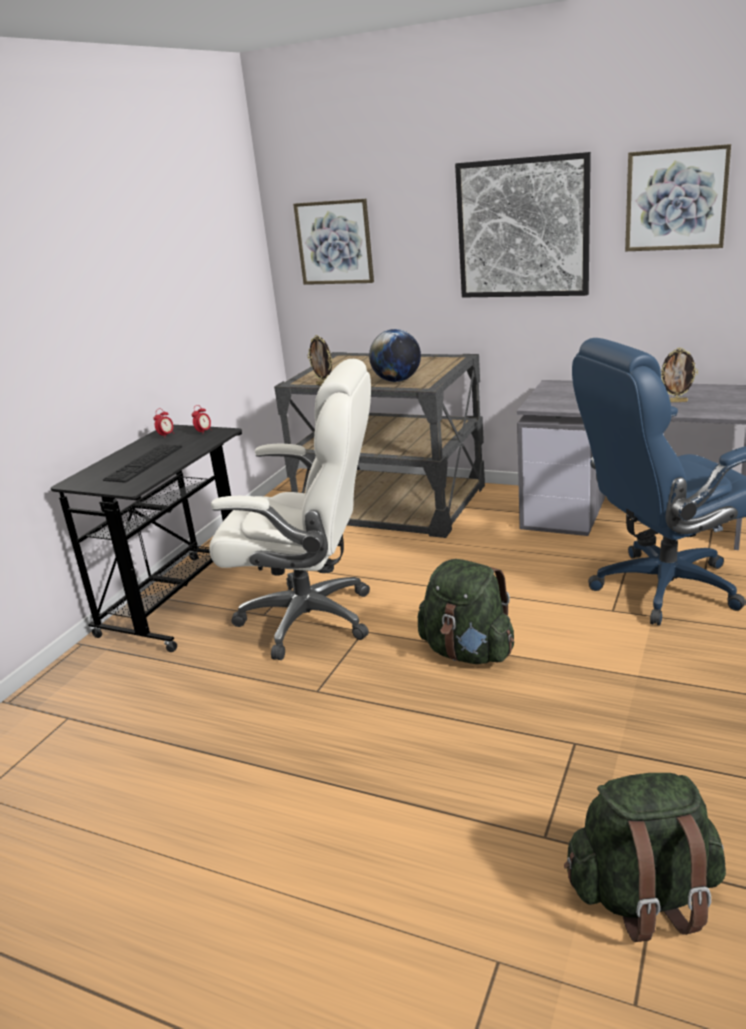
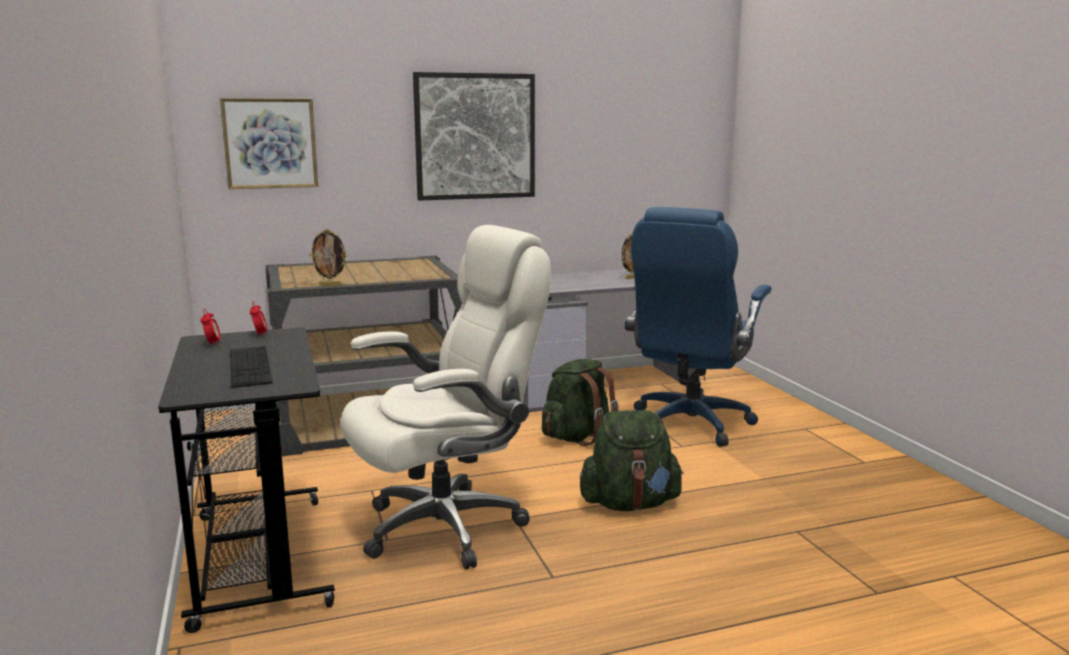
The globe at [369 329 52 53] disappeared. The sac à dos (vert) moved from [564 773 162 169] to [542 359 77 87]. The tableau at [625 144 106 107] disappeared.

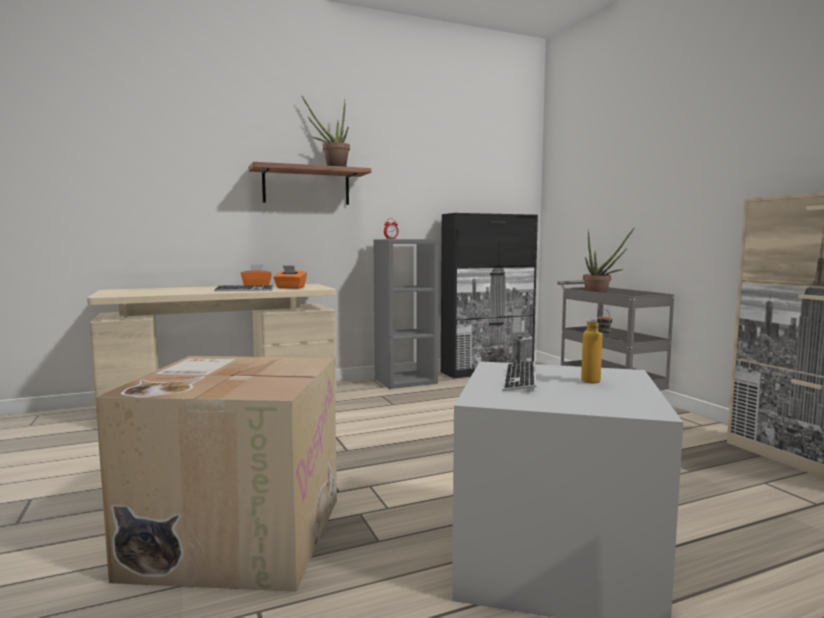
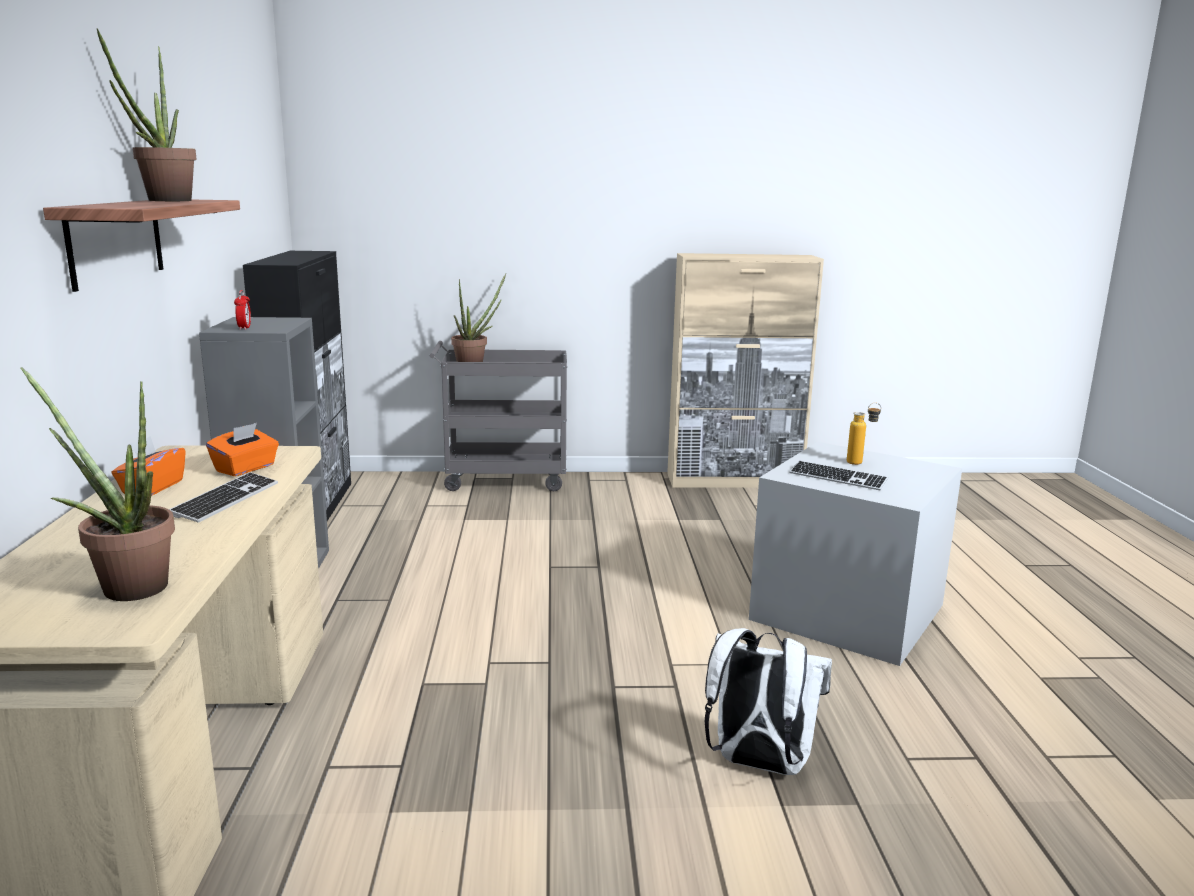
The carton at [95 356 242 236] was replaced by the sac à dos (blanc) at [704 628 128 147]. The plante en pot at [21 367 154 234] appeared.

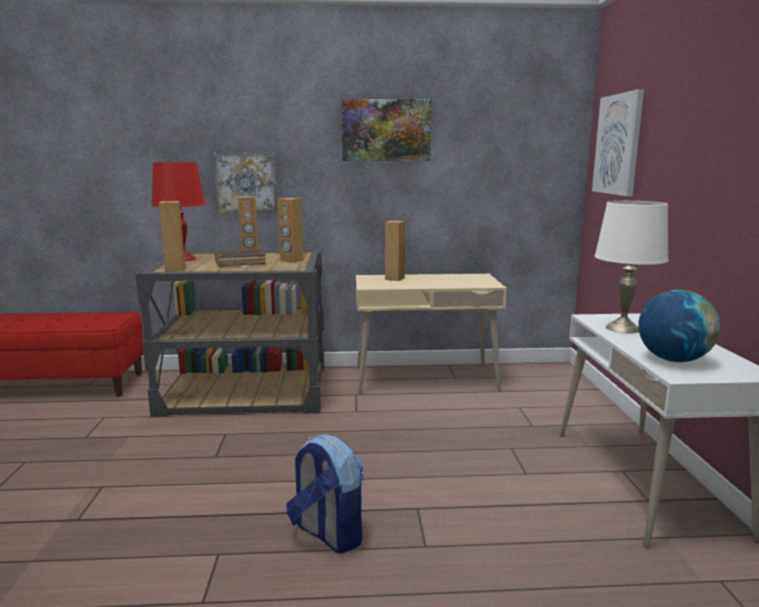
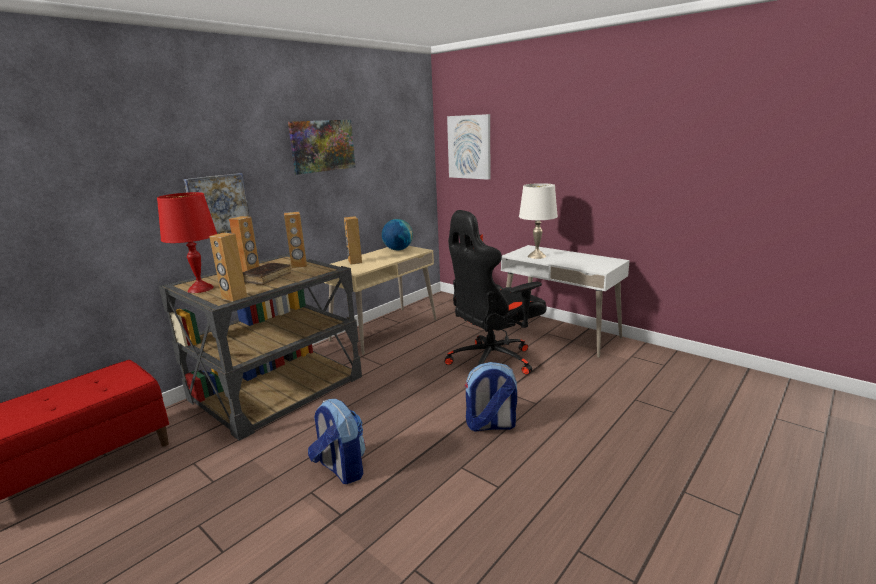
The globe moved from [638 290 82 72] to [382 219 31 31]. The sac à dos at [308 399 57 85] appeared. The chaise de bureau (noir) at [445 210 102 164] appeared.

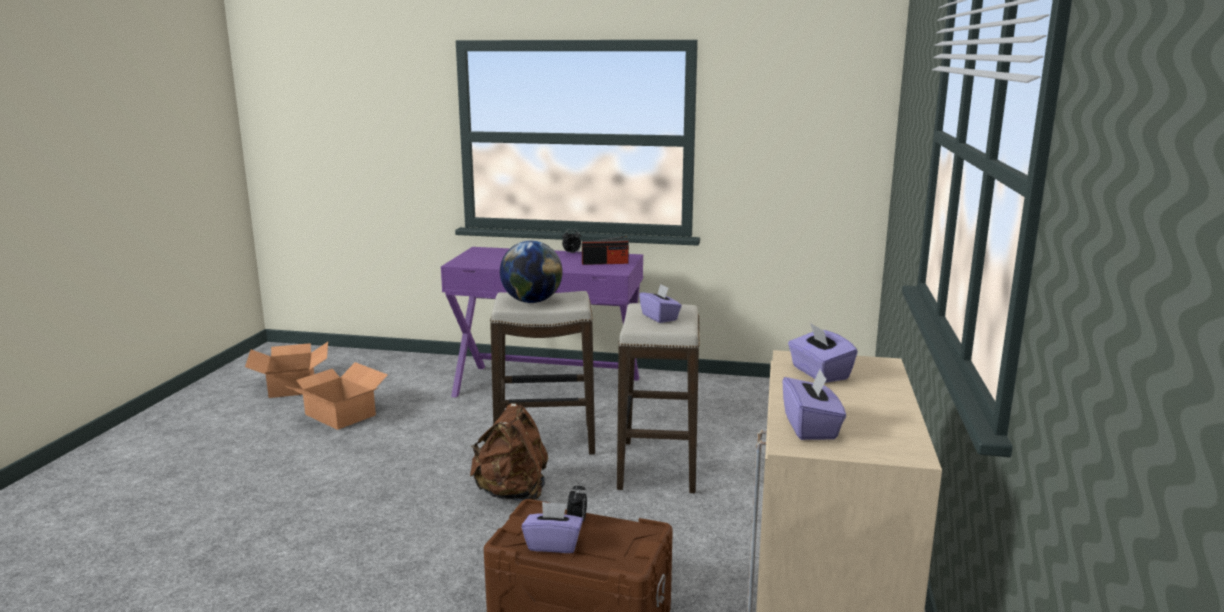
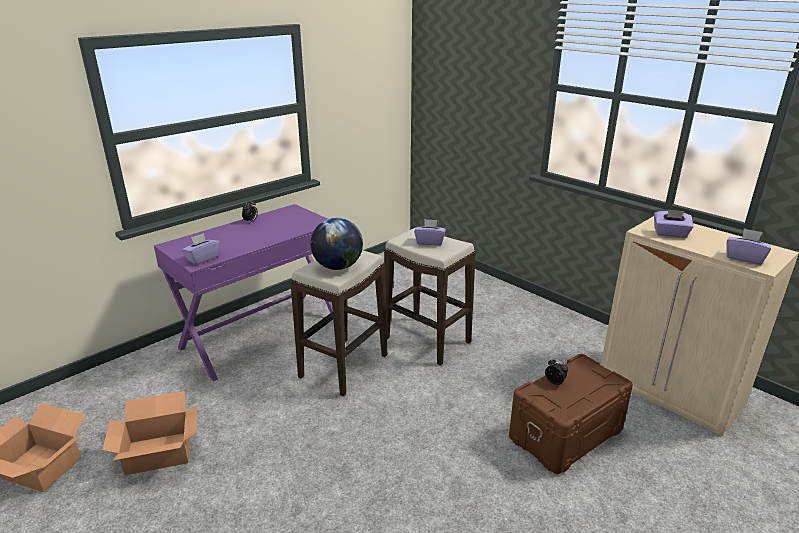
The sac à dos (marron) at [470 403 78 99] disappeared. The boîte à mouchoirs (violet) moved from [522 502 61 51] to [182 233 38 32]. The radio at [582 236 47 29] disappeared.

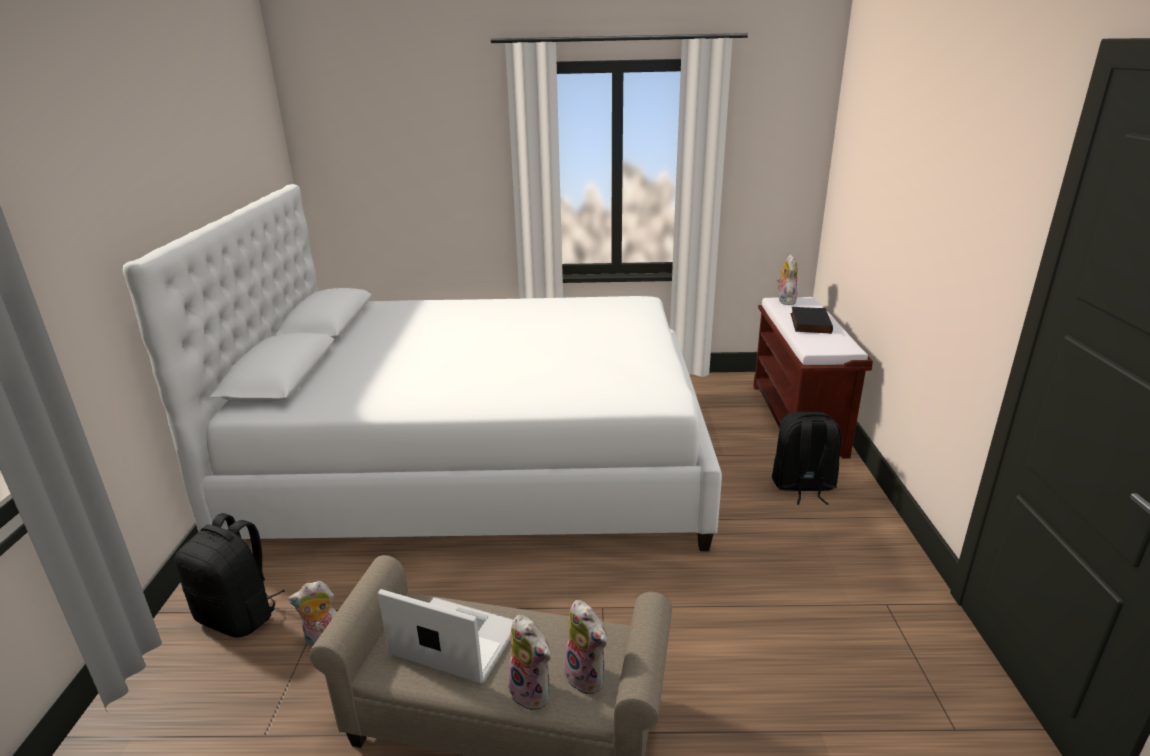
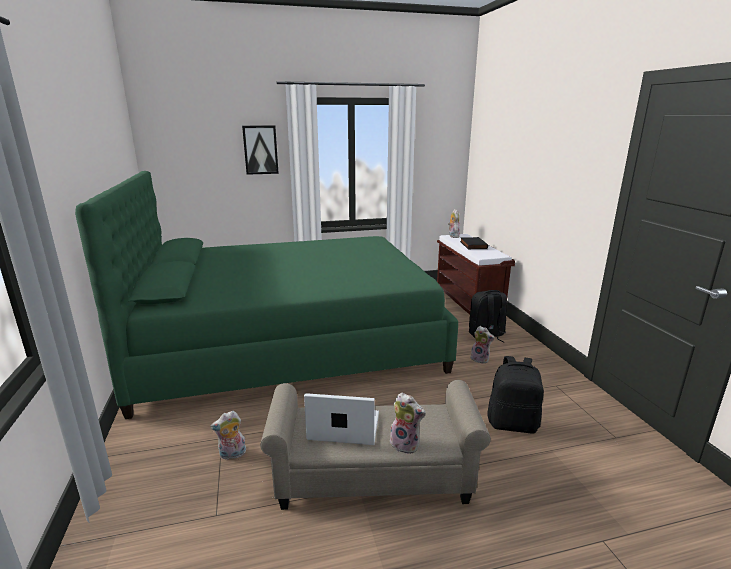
The lit (blanc) at [123 184 599 367] became the lit (vert) at [75 171 383 248]. The sac à dos (noir) moved from [174 513 110 125] to [487 356 57 78]. The peluche moved from [564 600 43 95] to [470 326 25 38]. The tableau at [242 126 37 49] appeared.

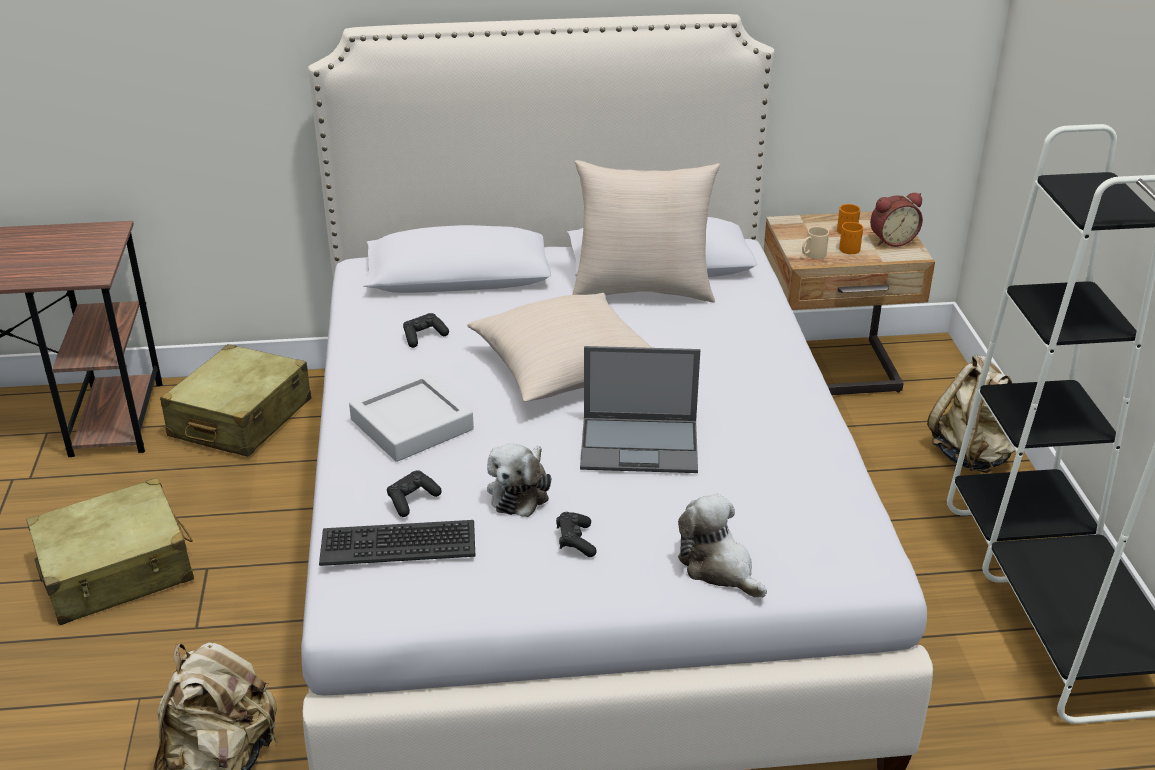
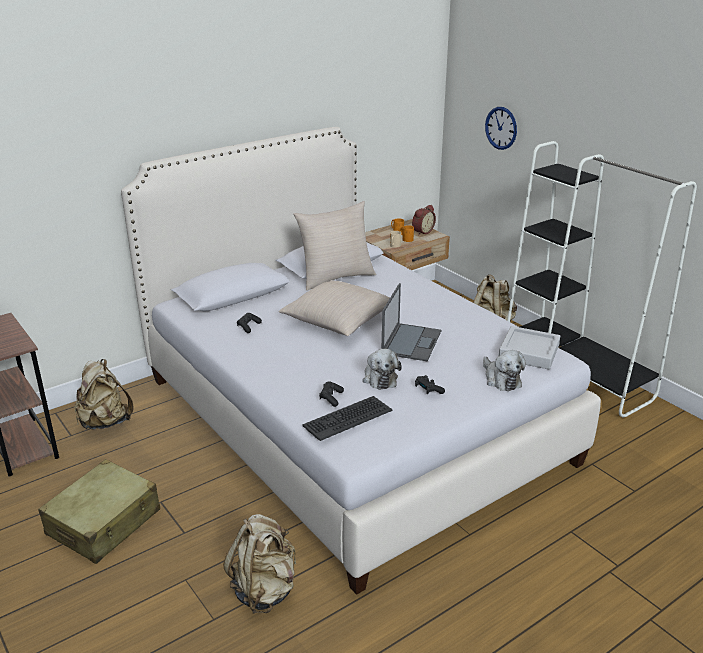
The valise (beige) at [160 344 151 113] was replaced by the sac à dos (beige) at [75 359 58 70]. The plateau (gris) moved from [349 373 125 89] to [498 326 62 43]. The ordinateur portable at [580 346 120 127] turned 45 degrees counterclockwise. The peluche at [678 494 89 104] turned 135 degrees counterclockwise. The horloge murale at [485 107 32 43] appeared.

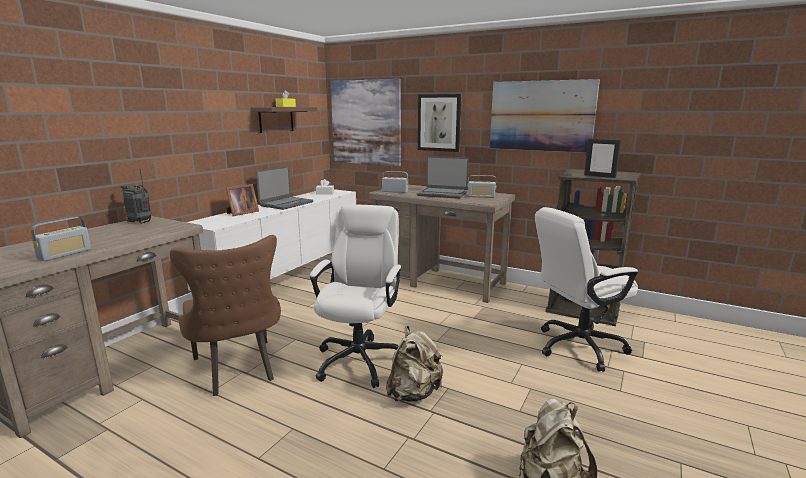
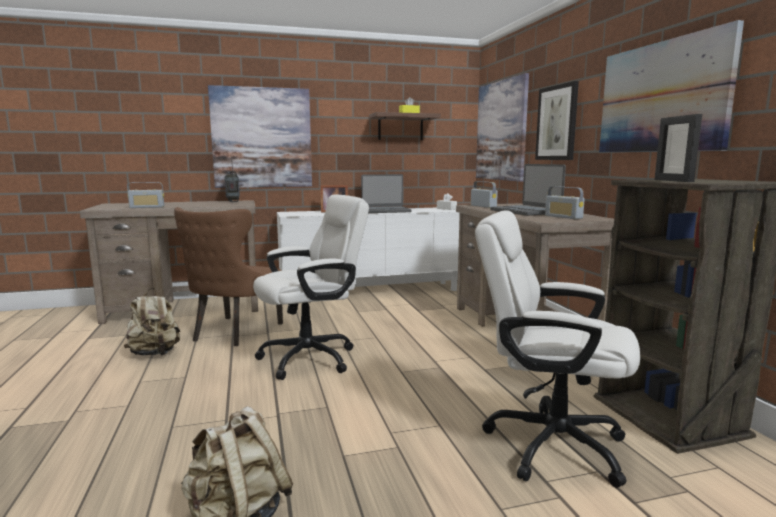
The sac à dos (beige) moved from [386 326 57 76] to [124 288 56 68]. The tableau at [208 85 104 103] appeared.

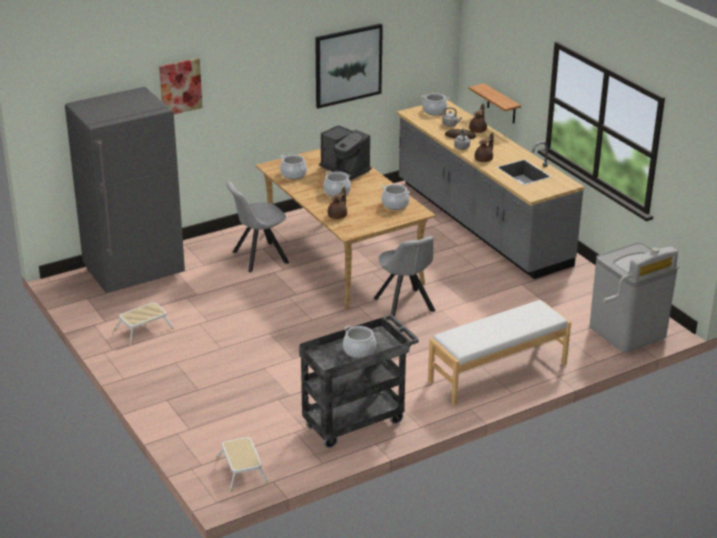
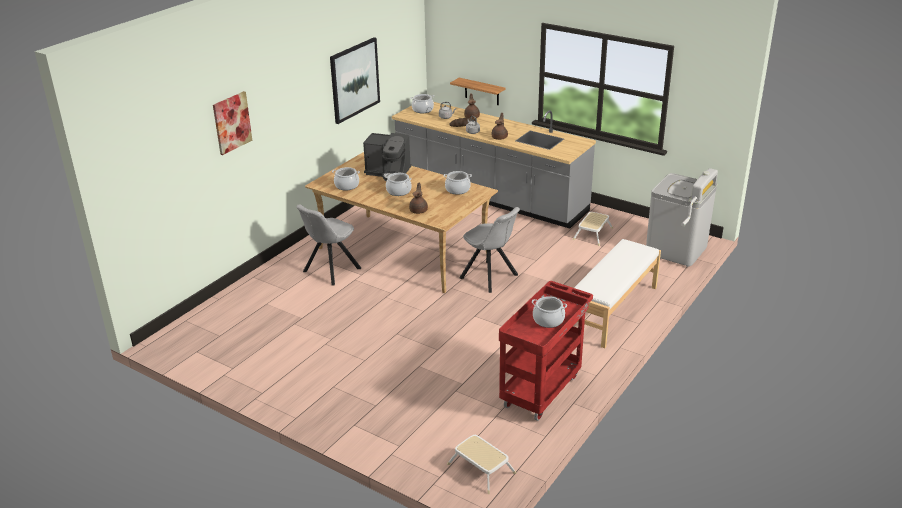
The réfrigérateur (gris) at [65 87 120 206] disappeared. The escabeau (beige) moved from [114 303 60 42] to [572 212 41 34]. The chariot (noir) at [299 315 120 133] became the chariot (rouge) at [499 281 94 140].

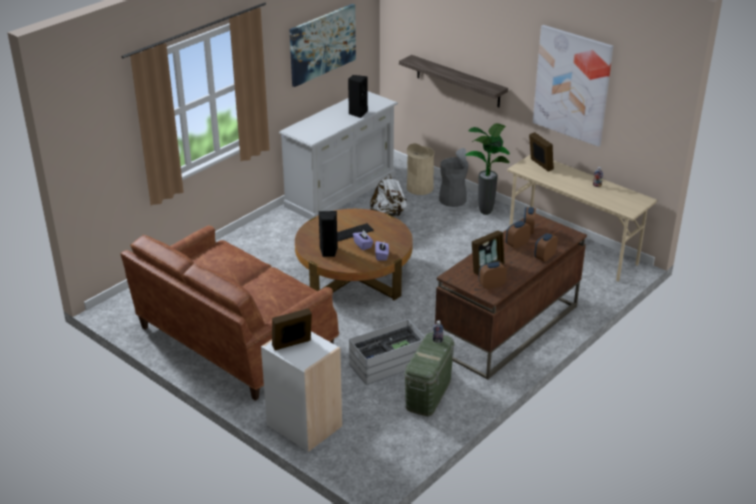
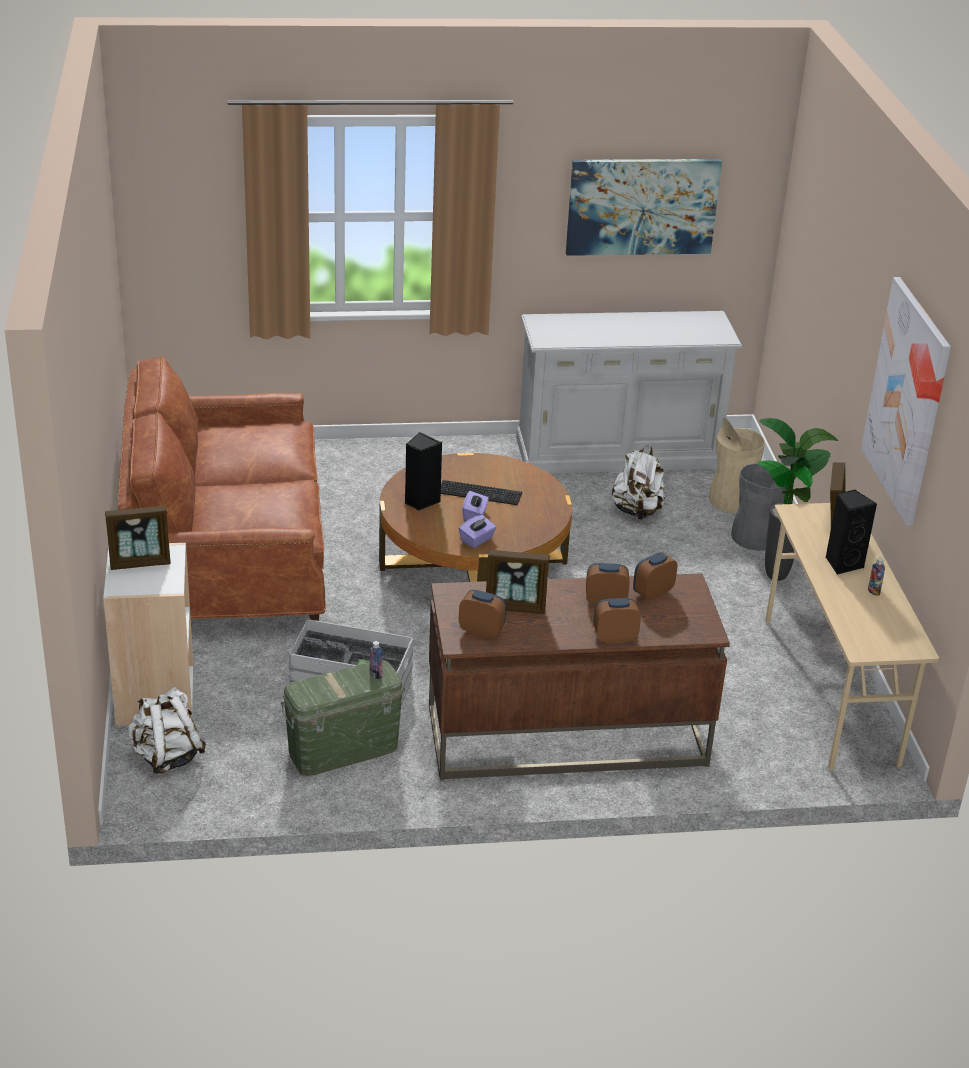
The cadre photo at [272 308 40 42] turned 150 degrees clockwise. The enceinte (noir) moved from [348 75 20 43] to [826 490 51 85]. The étagère at [399 55 109 52] disappeared. The sac à dos (blanc) at [128 687 78 87] appeared.

